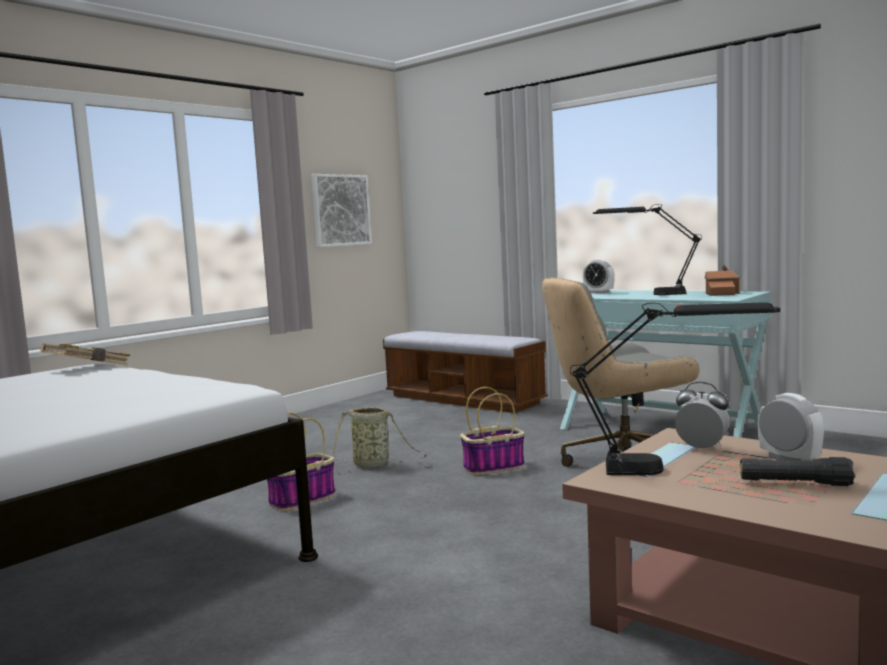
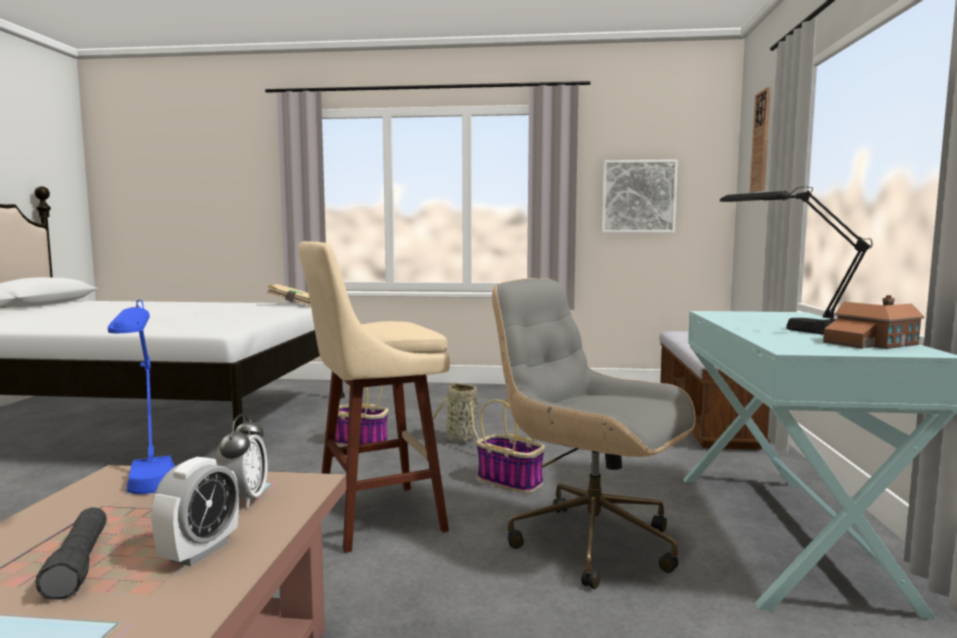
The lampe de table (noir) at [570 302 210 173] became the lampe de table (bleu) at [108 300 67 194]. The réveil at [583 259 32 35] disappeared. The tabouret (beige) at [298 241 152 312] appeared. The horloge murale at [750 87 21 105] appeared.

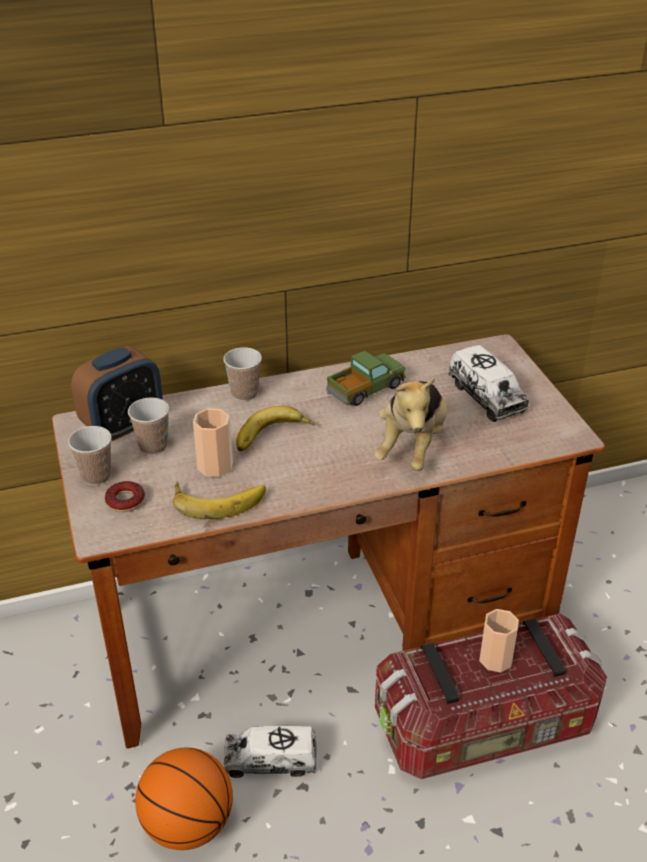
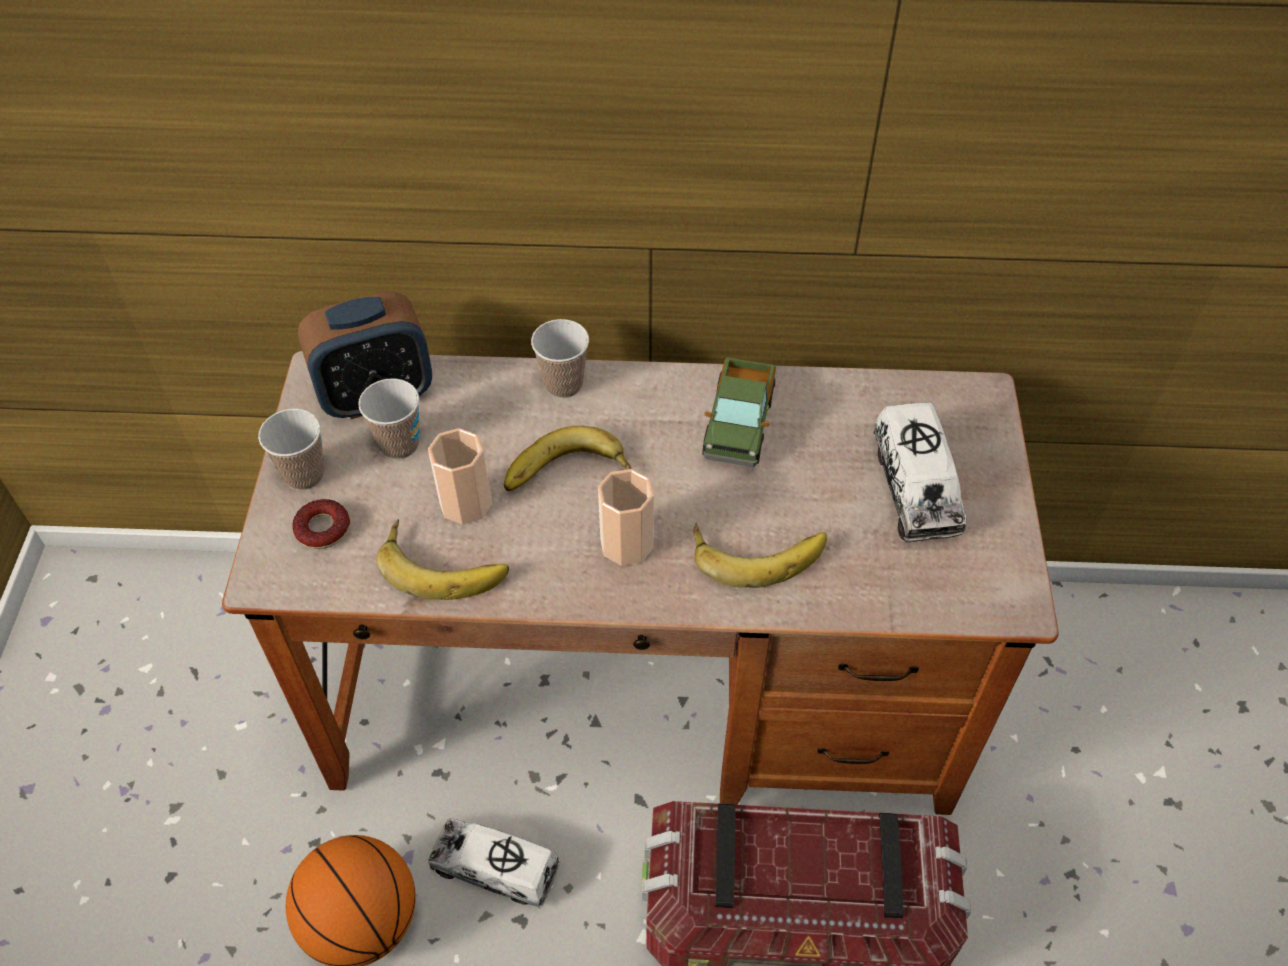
The camion jouet at [326 351 80 55] turned 120 degrees clockwise. The peluche at [374 377 74 94] was replaced by the banane at [693 523 134 65]. The tasse moved from [479 609 40 63] to [598 469 56 97].

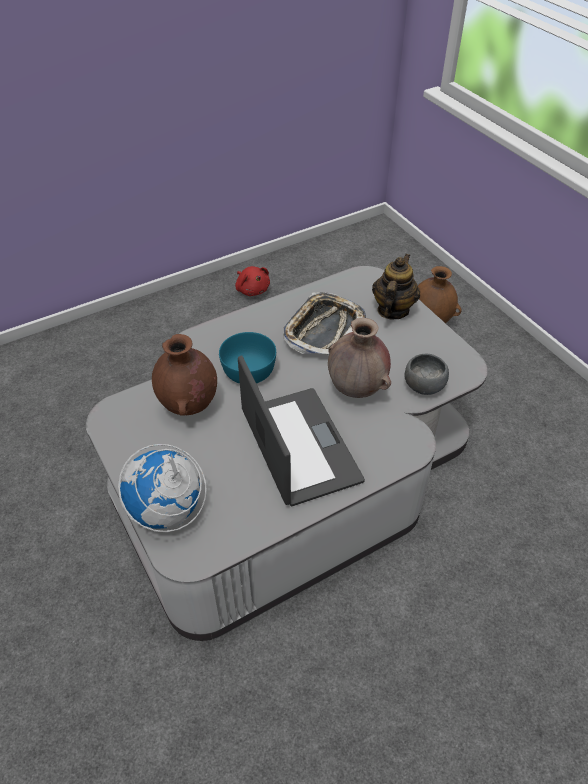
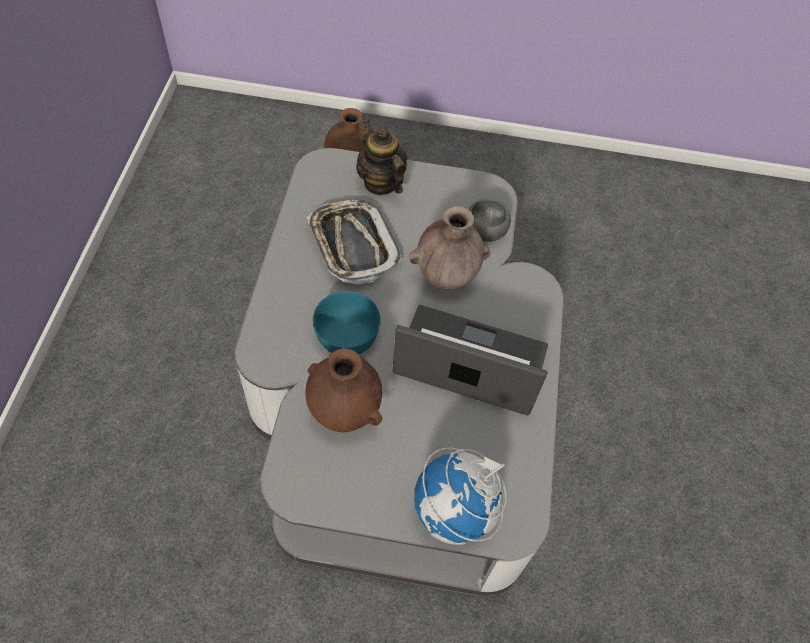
The peluche (rouge) at [235 266 35 30] disappeared.

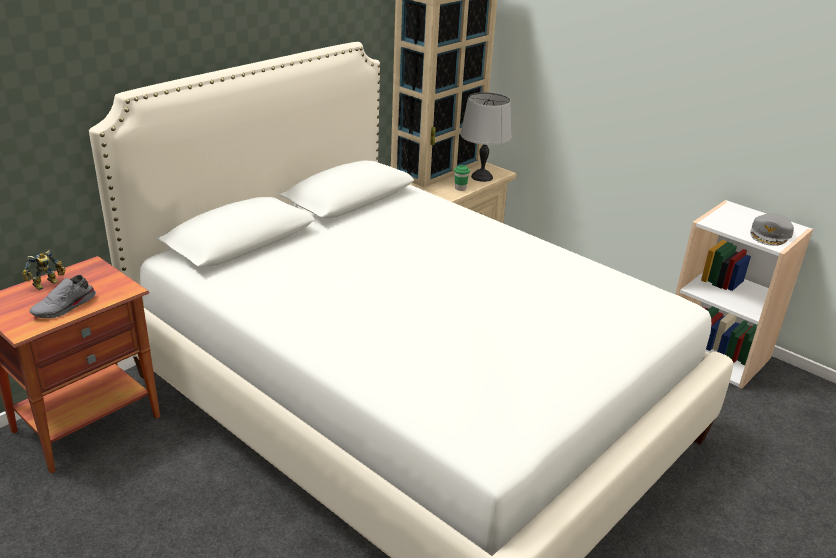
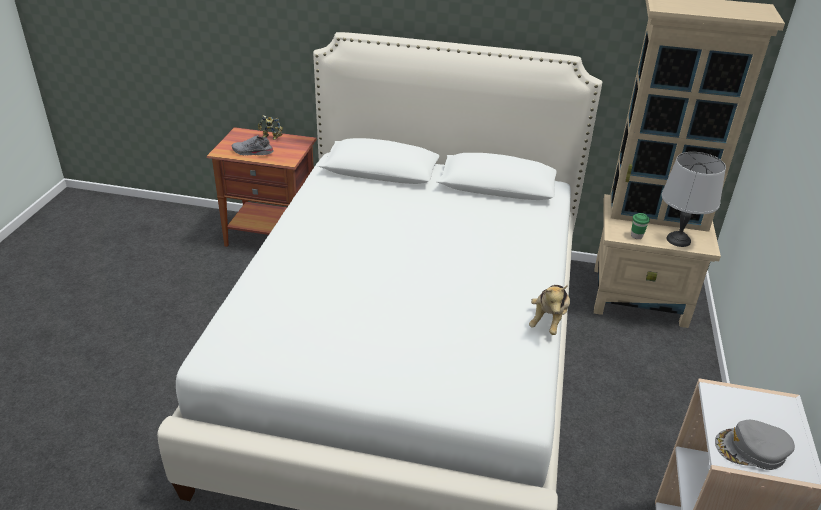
The peluche at [529 285 41 50] appeared.

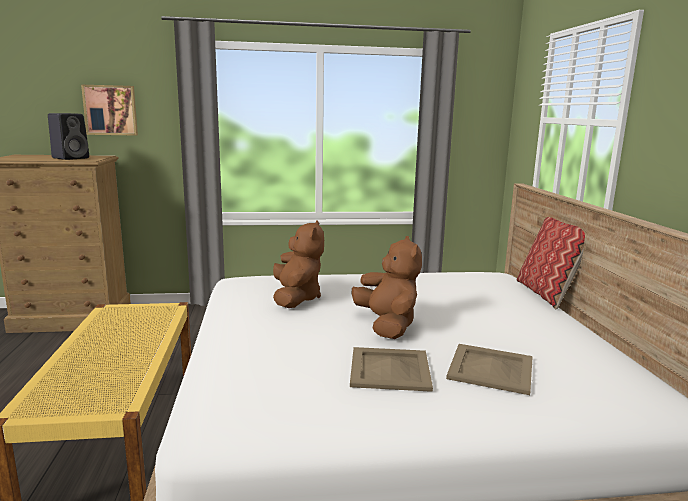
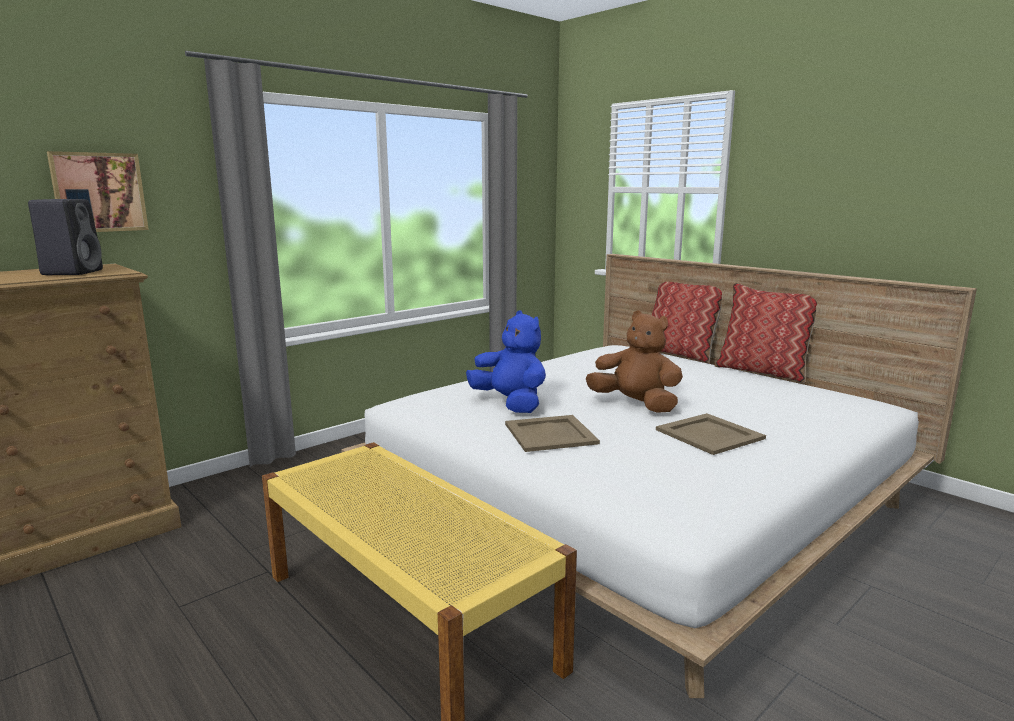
The peluche (marron) at [273 220 51 88] became the peluche (bleu) at [466 310 80 103]. The plateau (beige) moved from [446 344 87 51] to [505 415 95 37]. The coussin at [714 283 103 100] appeared.

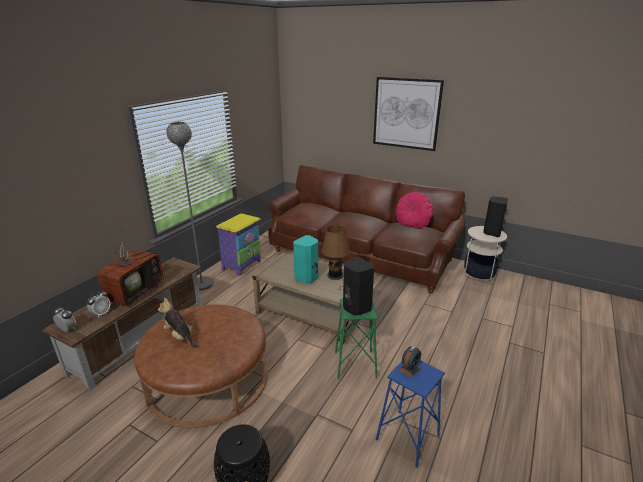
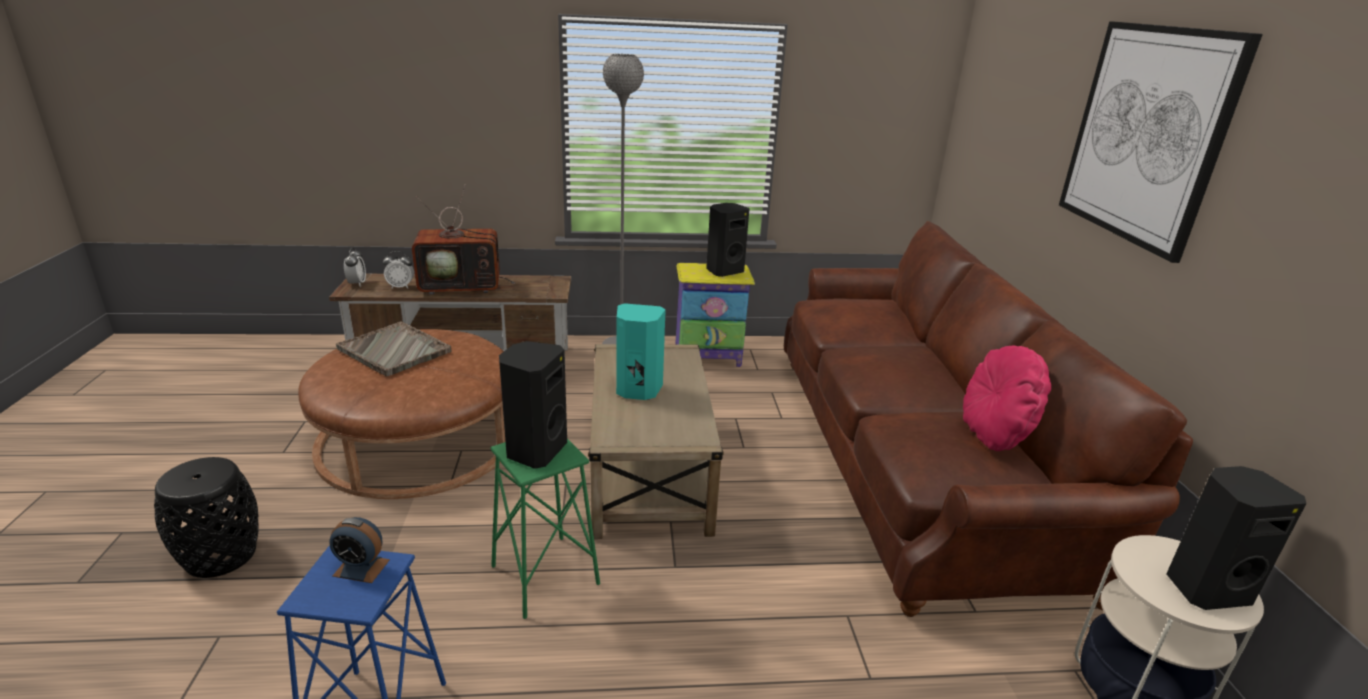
The peluche at [158 298 40 50] was replaced by the plateau (gris) at [336 321 116 56]. The lampe de table (marron) at [321 225 29 65] disappeared. The enceinte (noir) at [706 203 44 74] appeared.

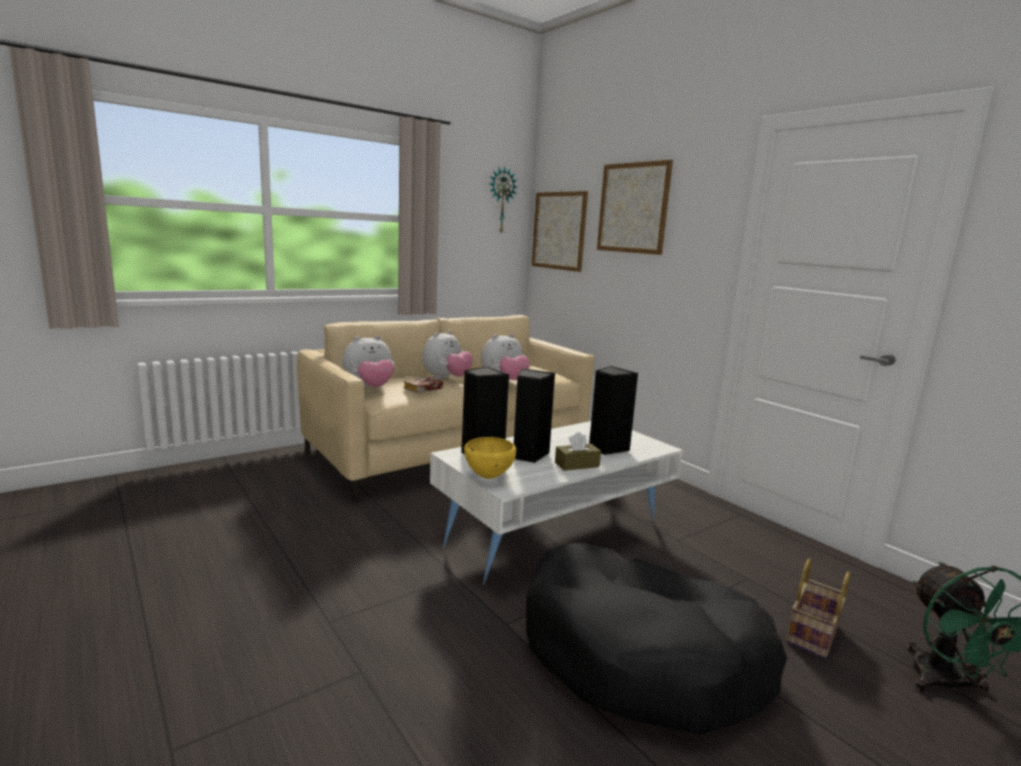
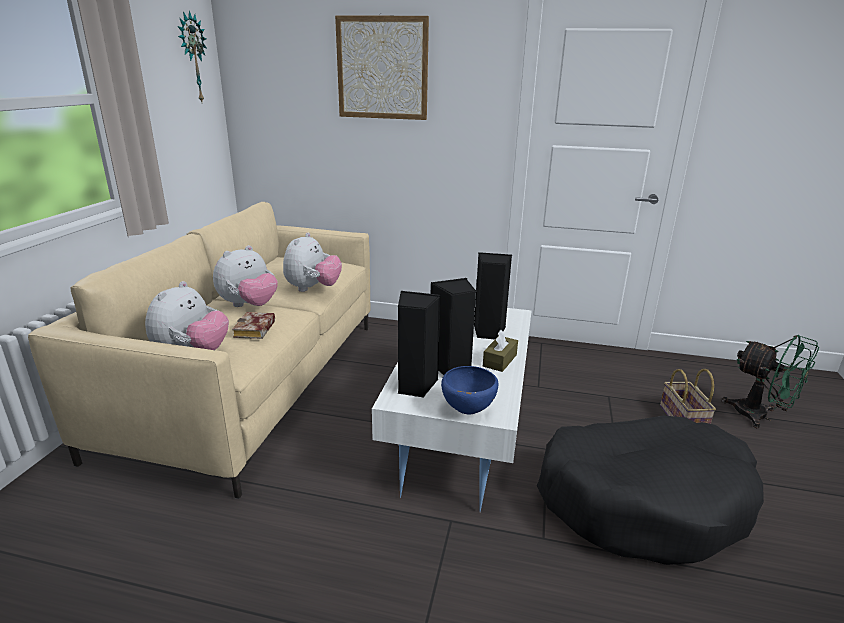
The peluche at [422 330 51 49] turned 45 degrees clockwise. The bol (jaune) at [464 437 52 42] became the bol (bleu) at [441 366 58 48]. The tableau at [532 191 56 81] disappeared.

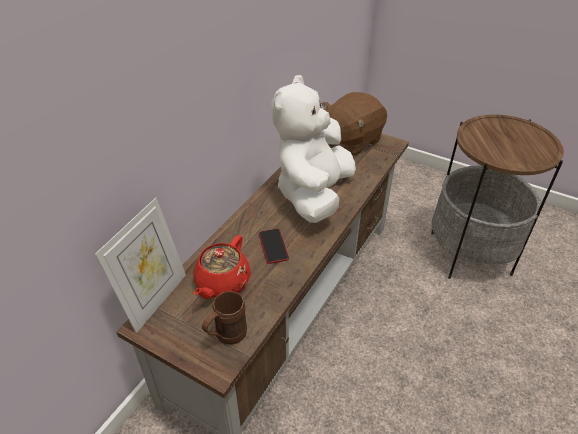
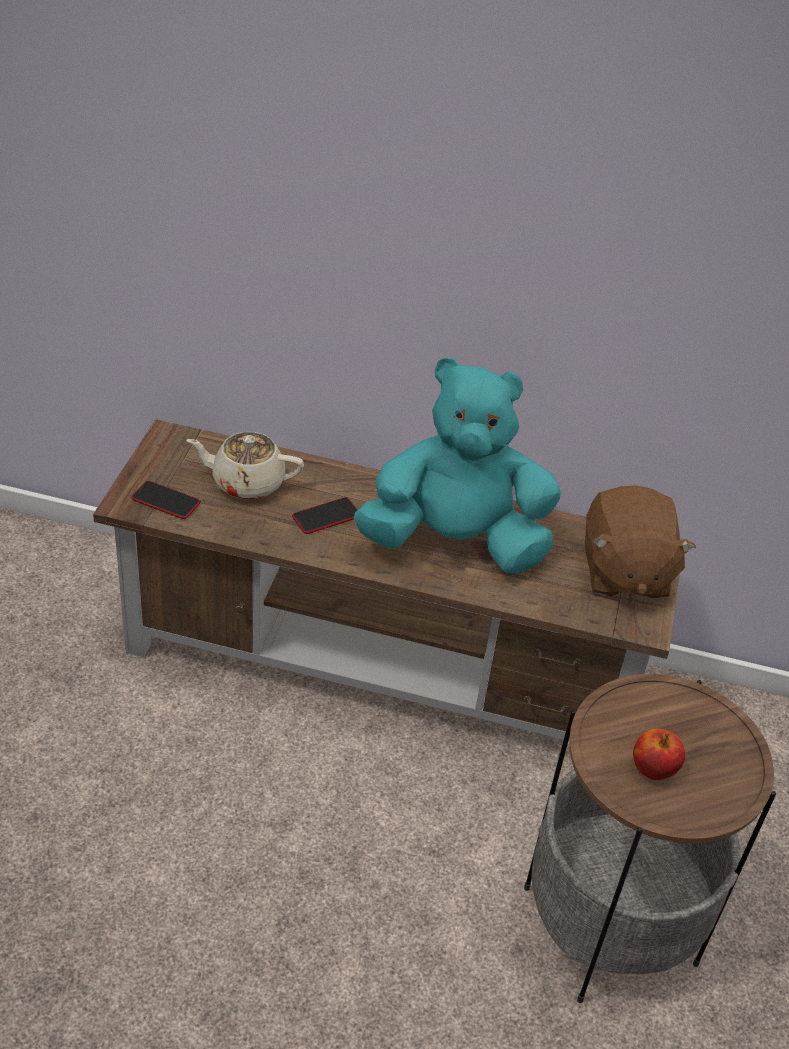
The cadre photo at [95 198 91 135] disappeared. The théière (rouge) at [193 235 58 64] became the théière (beige) at [187 432 117 67]. The mug (marron) at [202 291 45 54] was replaced by the téléphone at [131 481 69 38]. The peluche (blanc) at [271 75 85 148] became the peluche (turquoise) at [354 357 207 216]. The peluche (marron) at [322 92 65 64] turned 120 degrees counterclockwise. The pomme at [633 729 52 51] appeared.

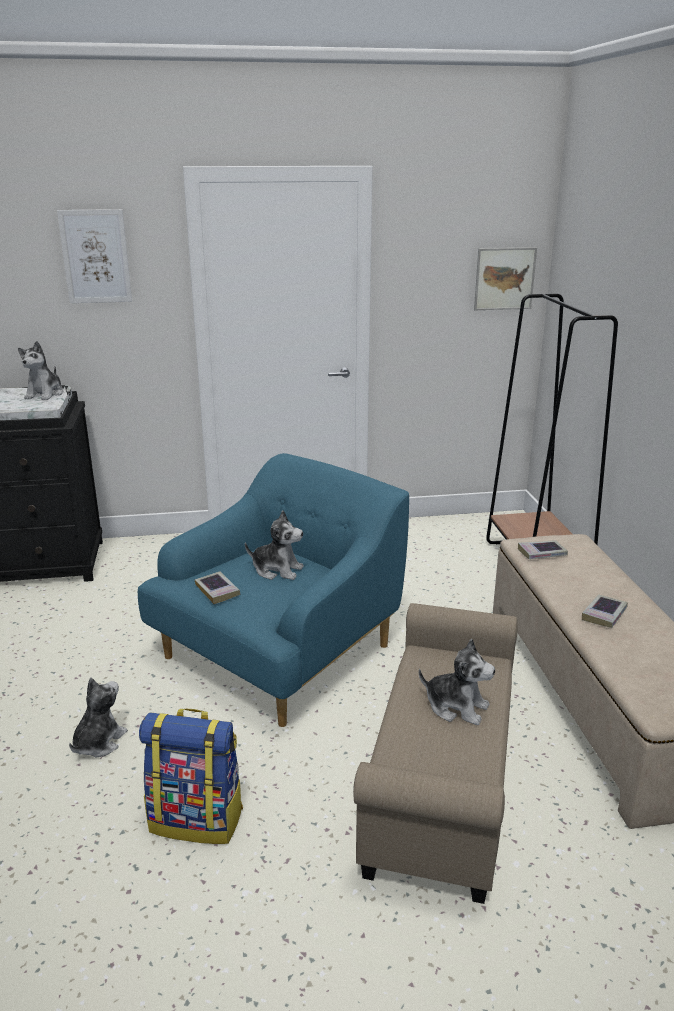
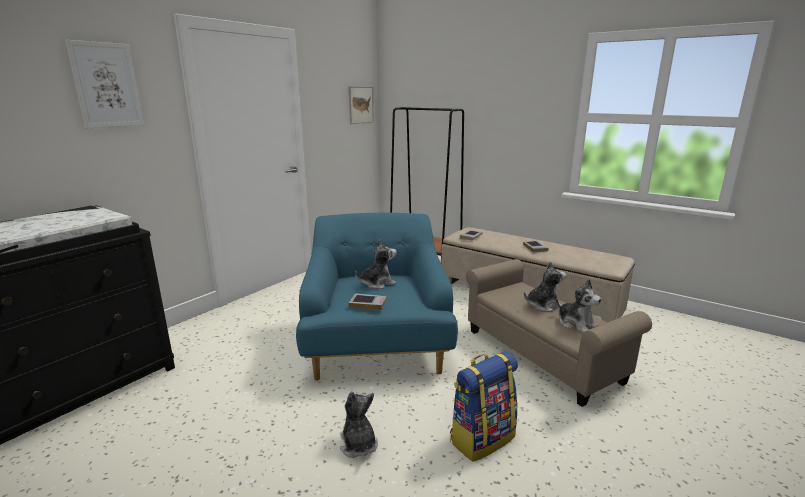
The peluche moved from [18 341 45 59] to [556 280 45 53].

